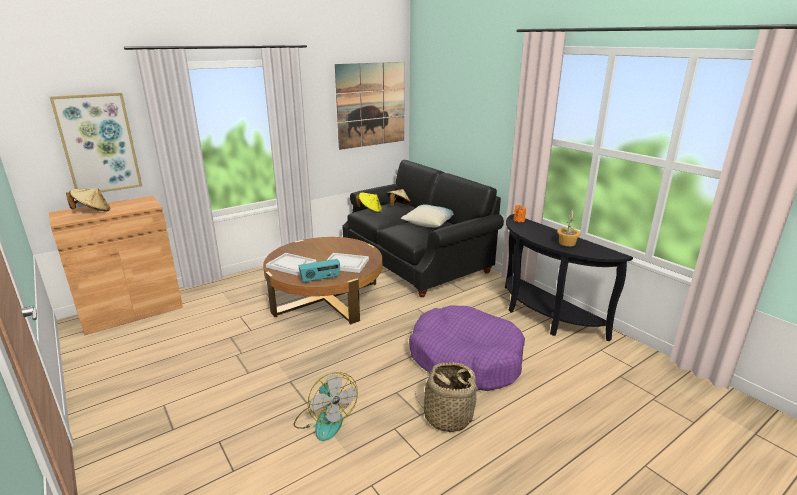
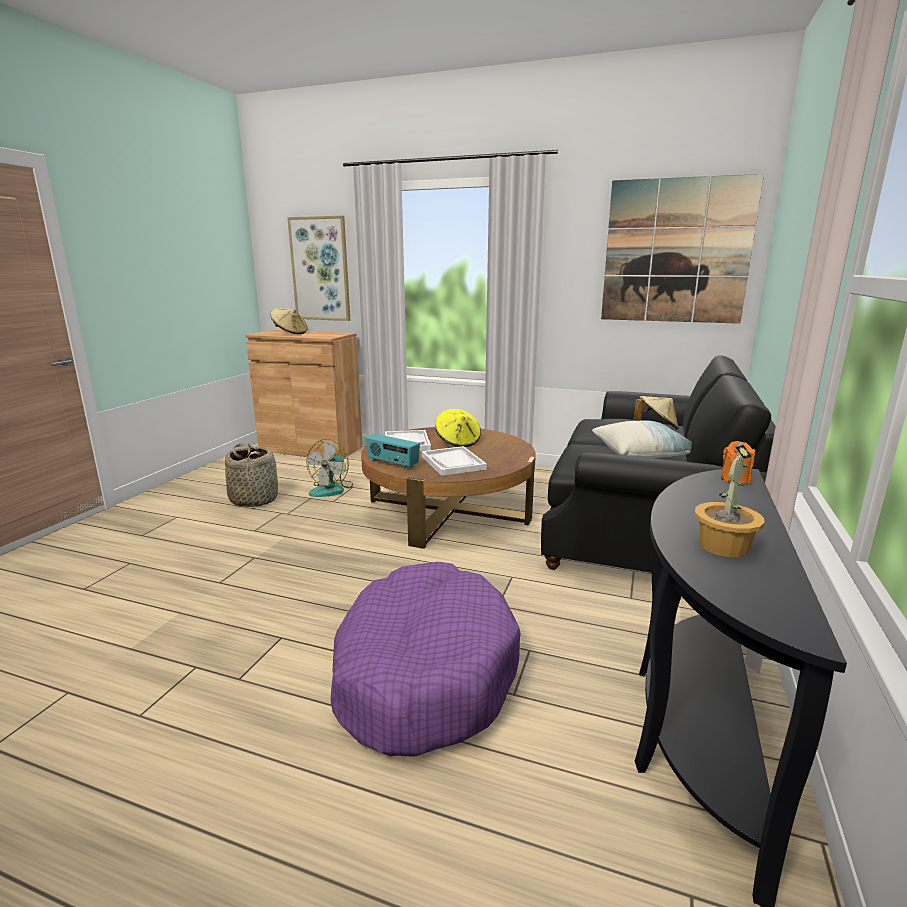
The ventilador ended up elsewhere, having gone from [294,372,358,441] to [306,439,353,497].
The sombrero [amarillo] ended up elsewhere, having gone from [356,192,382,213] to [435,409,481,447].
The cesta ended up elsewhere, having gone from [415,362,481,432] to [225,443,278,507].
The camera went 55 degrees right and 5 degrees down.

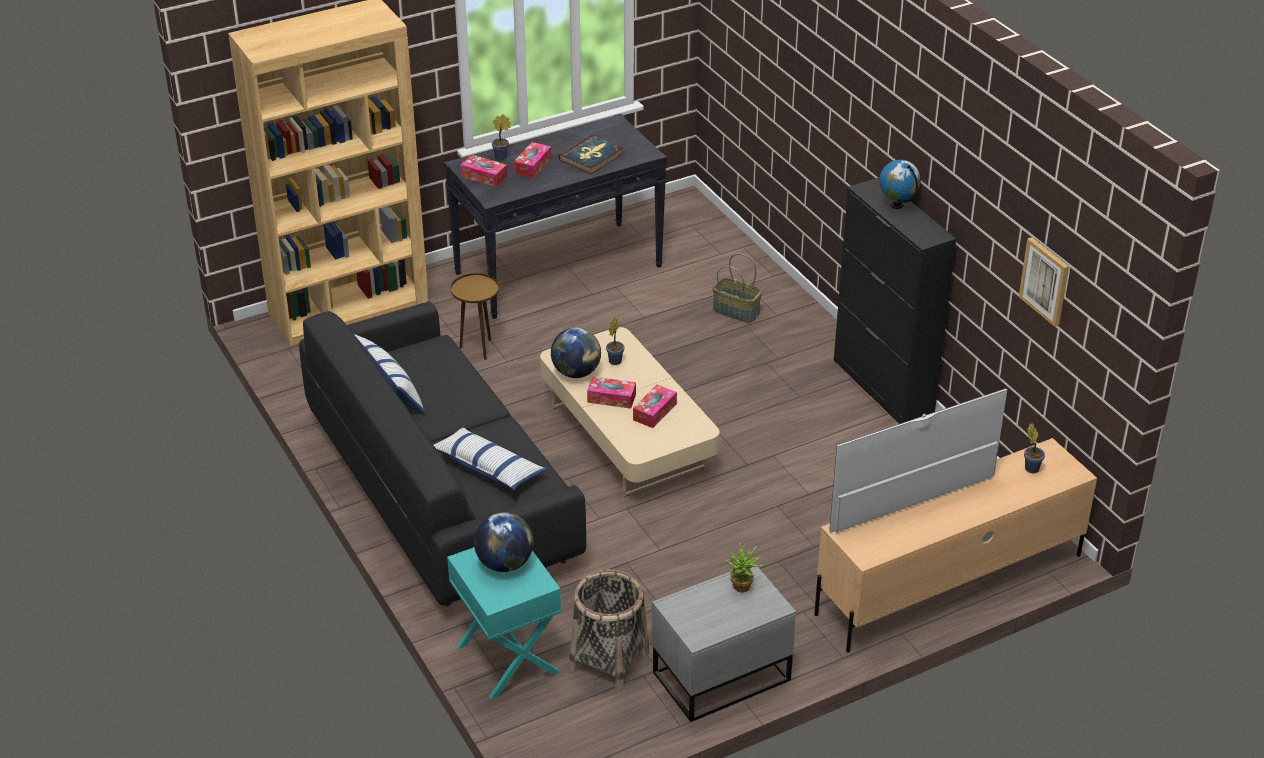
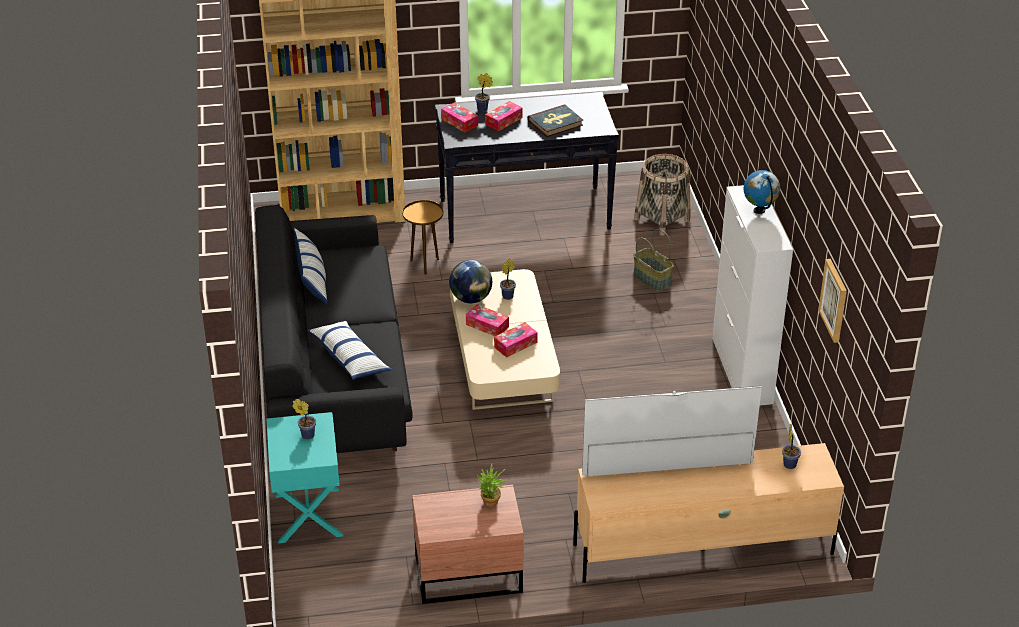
Where the globo terráqueo stood at [474,512,533,572], the planta en maceta came to stand at [292,399,316,440].
The cesta ended up elsewhere, having gone from [569,569,649,690] to [634,154,690,236].
What was the mesita de noche [gris] at [652,563,796,722] turned into the mesita de noche [marrón] at [412,485,524,604].
What was the armario [negro] at [834,177,956,424] turned into the armario [blanco] at [712,185,793,406].
The camera went 20 degrees right and 0 degrees up.

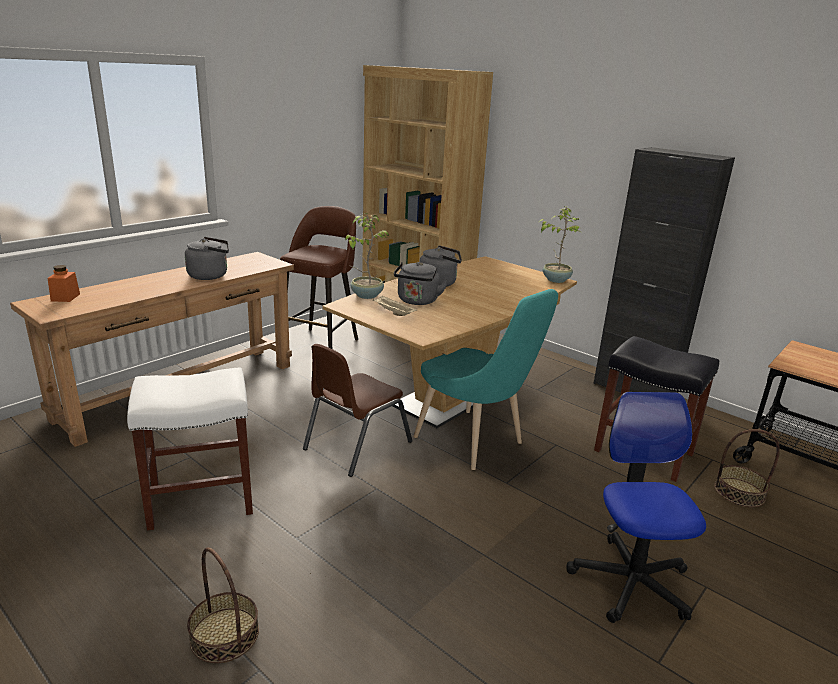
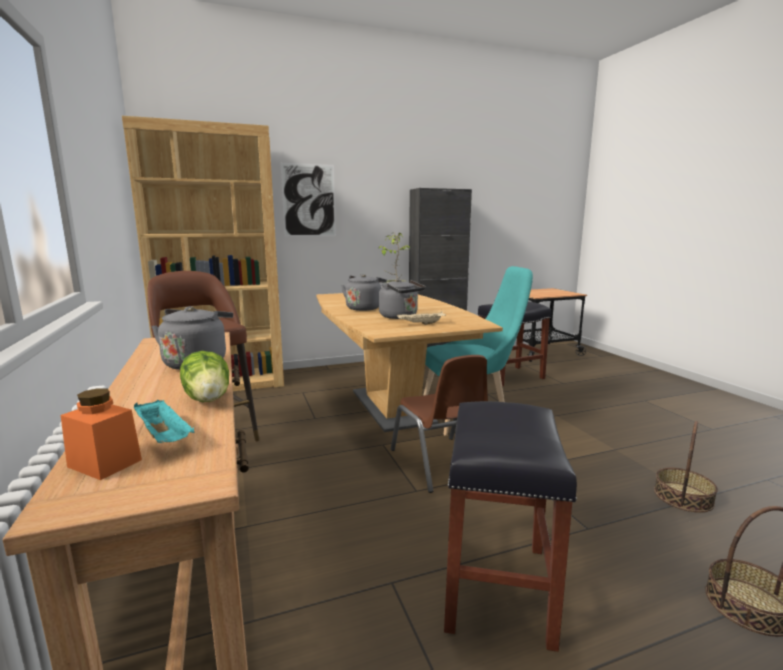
What was the taburete [blanco] at [127,367,253,531] turned into the taburete [negro] at [444,401,577,652].
The second view lost the planta en maceta at [345,213,390,299].
The second view lost the silla de oficina at [566,392,706,623].
The cesta ended up elsewhere, having gone from [714,429,780,507] to [654,421,718,513].
The second view gained the bandeja [turquesa] at [134,400,195,443].
The second view gained the lechuga at [180,351,229,402].
The second view gained the cuadro at [281,163,336,237].
The camera went 60 degrees left and 10 degrees down.

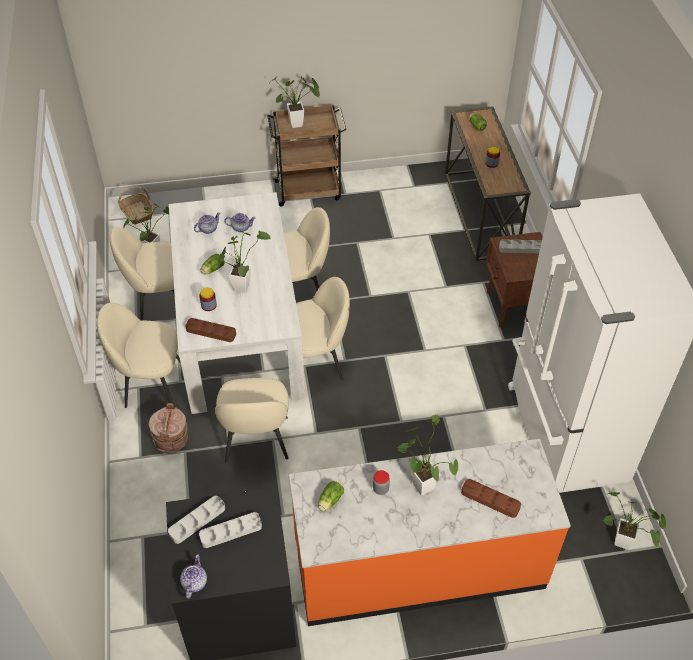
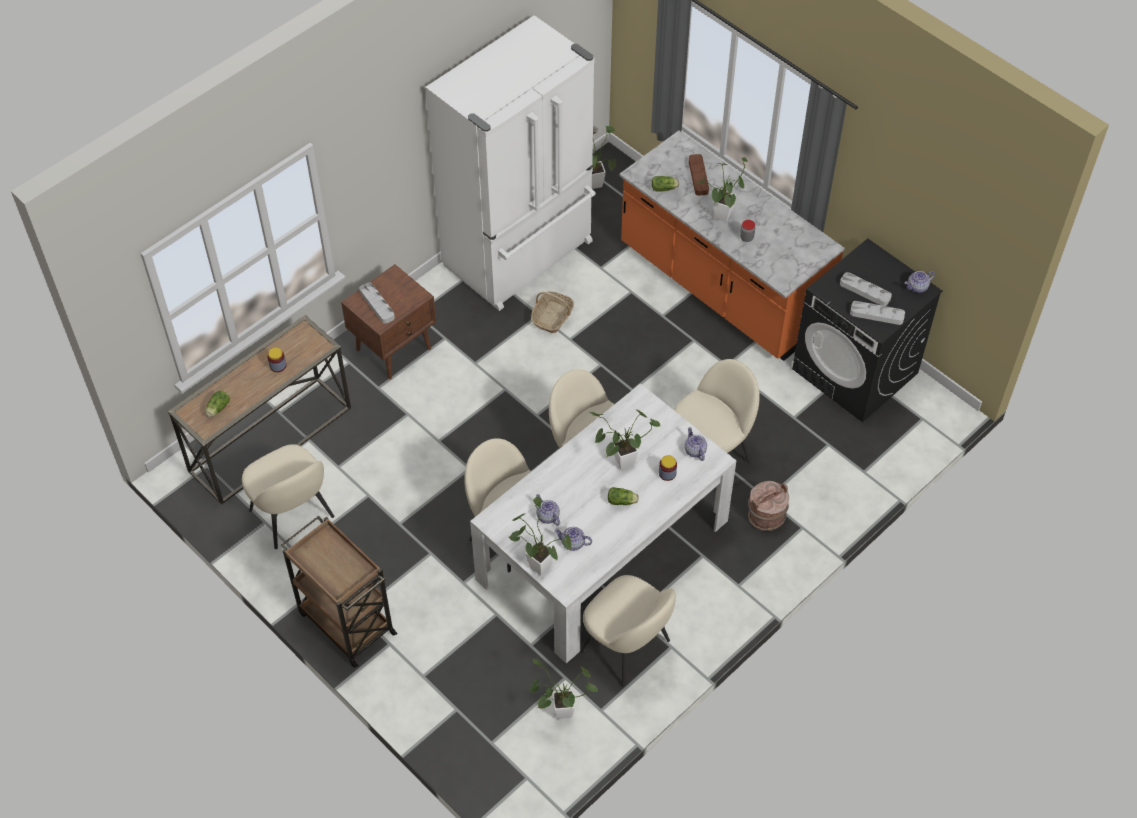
The silla [beis] ended up elsewhere, having gone from [96,303,181,408] to [242,444,334,549].
The cesta ended up elsewhere, having gone from [118,187,154,224] to [531,291,574,333].
Where the bandeja [marrón] stood at [185,318,236,342], the tetera came to stand at [684,427,707,461].
The planta en maceta ended up elsewhere, having gone from [269,77,320,128] to [509,496,571,575].
The lechuga ended up elsewhere, having gone from [318,481,344,511] to [652,176,679,192].
The camera went 125 degrees left and 5 degrees up.

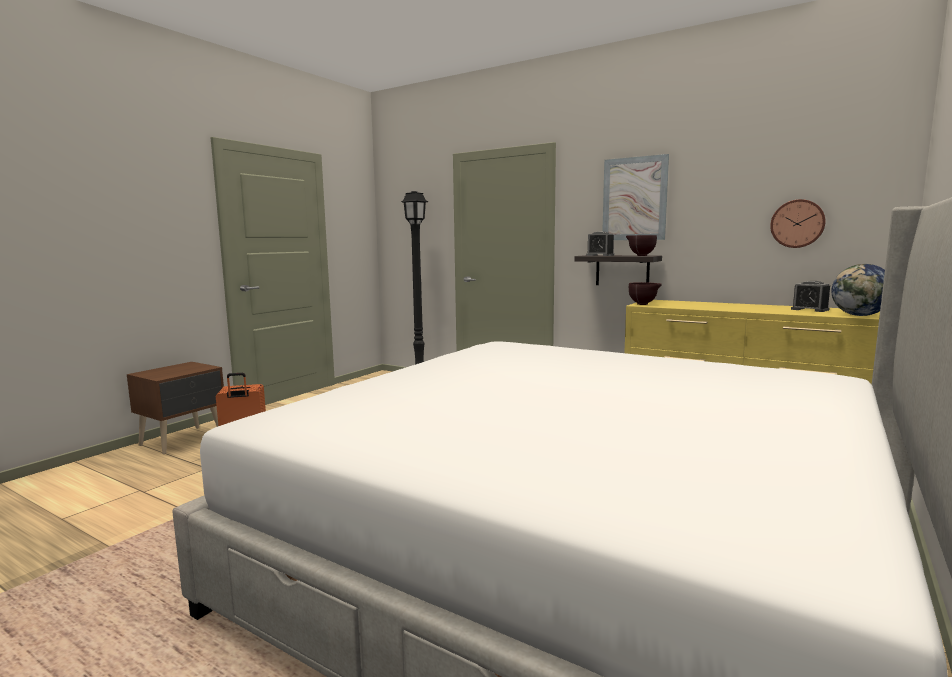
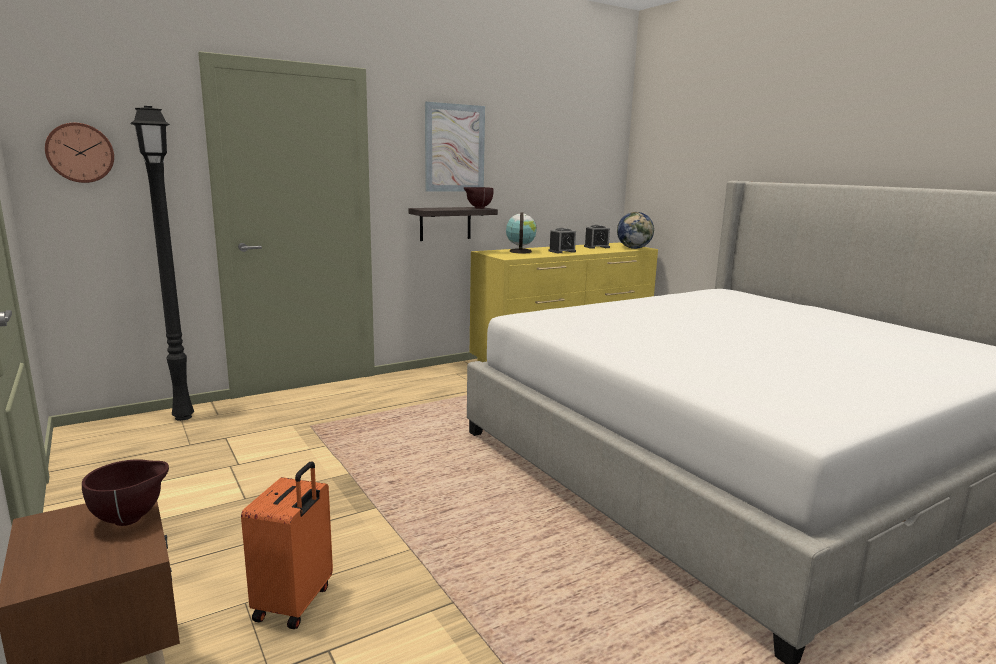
The despertador ended up elsewhere, having gone from [586,231,614,256] to [548,228,576,253].
The cuenco [marrón] ended up elsewhere, having gone from [629,282,662,305] to [82,459,169,526].
The reloj de pared ended up elsewhere, having gone from [770,199,825,248] to [45,123,114,183].
The second view gained the globo terráqueo at [506,212,537,254].
The camera went 65 degrees left and 5 degrees up.

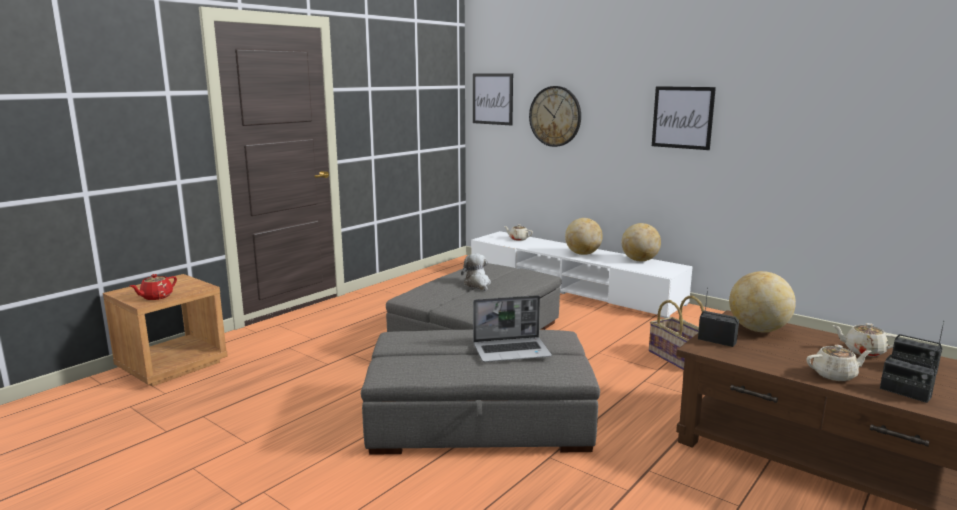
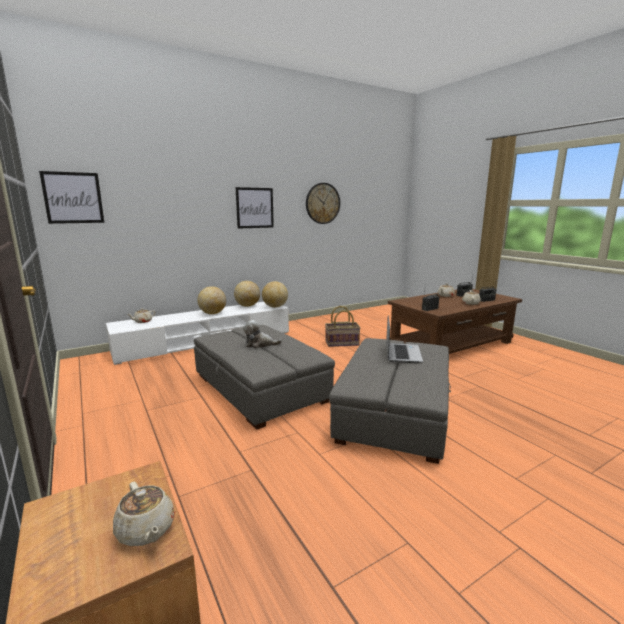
What was the tetera [rojo] at [130,274,177,300] turned into the tetera [beis] at [113,482,175,546].
The reloj de pared ended up elsewhere, having gone from [529,86,581,147] to [306,183,340,224].
The globo terráqueo ended up elsewhere, having gone from [729,271,796,333] to [262,281,288,308].
The camera went 70 degrees left and 0 degrees up.

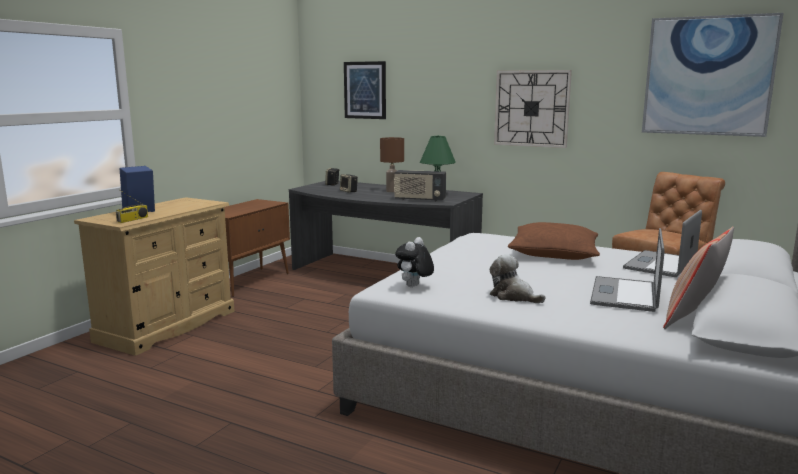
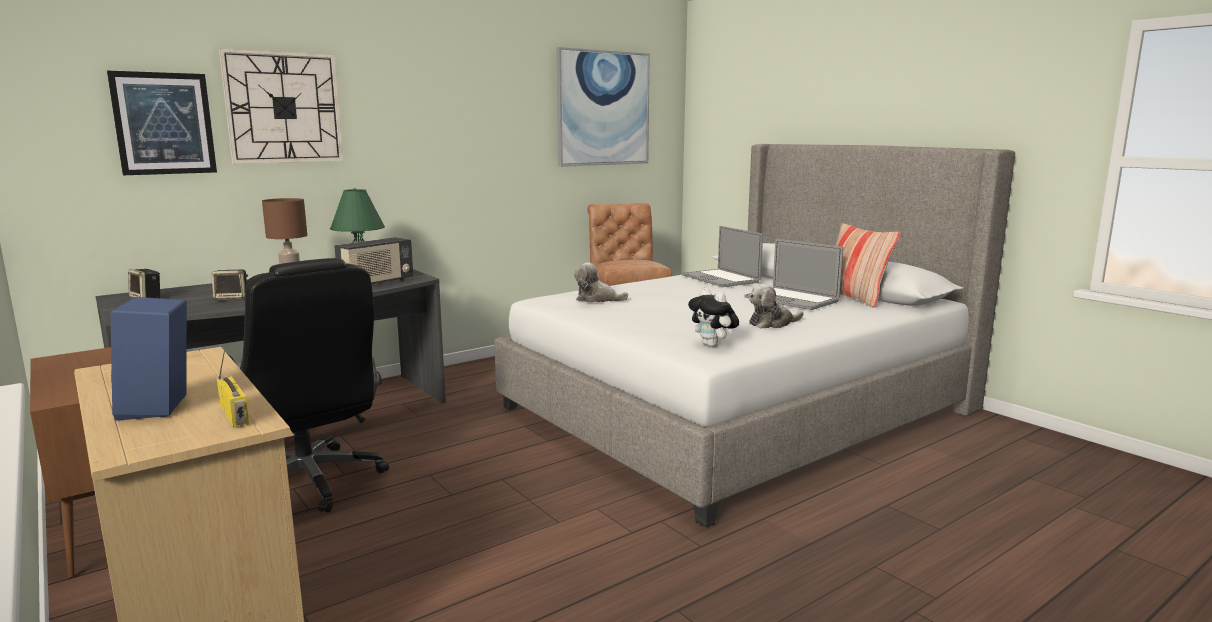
The reloj de pared ended up elsewhere, having gone from [494,70,572,148] to [219,48,344,164].
The second view lost the cojín [marrón] at [508,222,600,260].
The second view gained the silla de oficina [negro] at [228,258,389,513].
The second view gained the peluche at [574,262,628,302].
The camera went 65 degrees left and 0 degrees up.

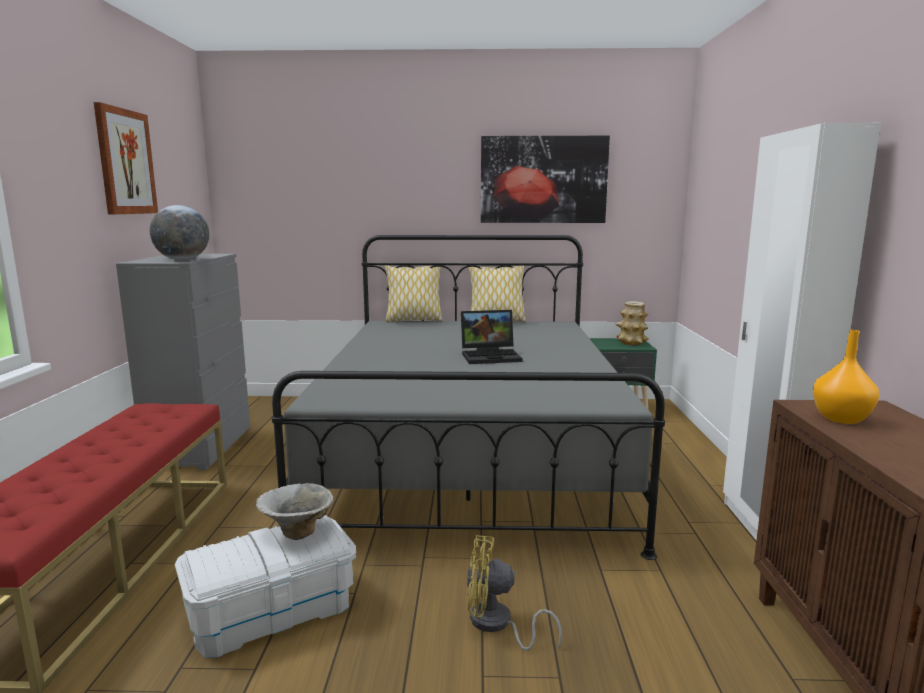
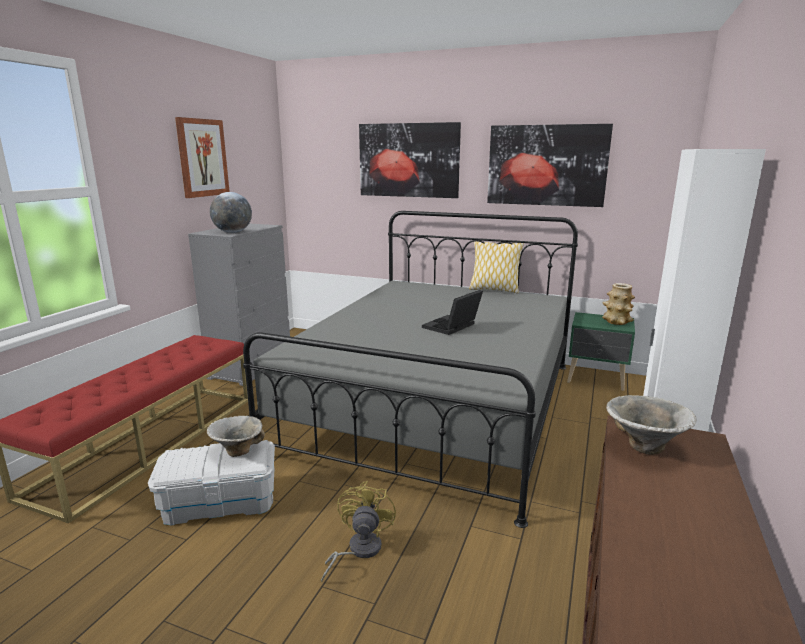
The second view lost the cojín at [384,265,443,323].
The portátil at [461,310,522,364] ended up facing another way, 120 degrees clockwise from before.
The ventilador [amarillo] at [467,535,562,651] ended up facing another way, 75 degrees clockwise from before.
Where the florero [naranja] stood at [813,330,879,424], the cuenco came to stand at [606,395,696,455].
The second view gained the cuadro at [359,122,461,198].
The camera went 20 degrees right and 5 degrees up.

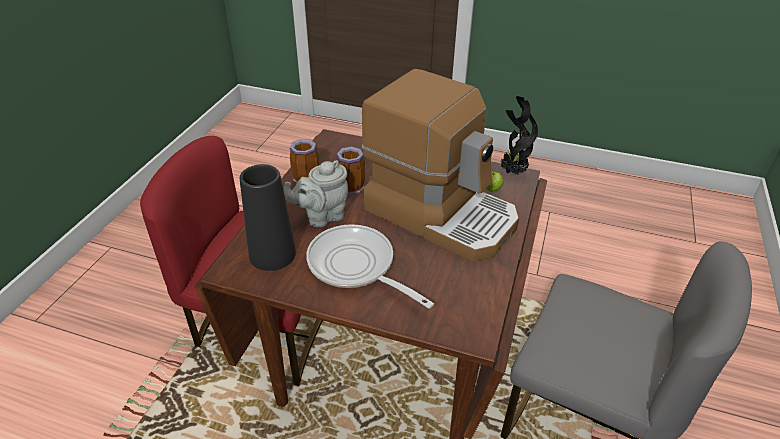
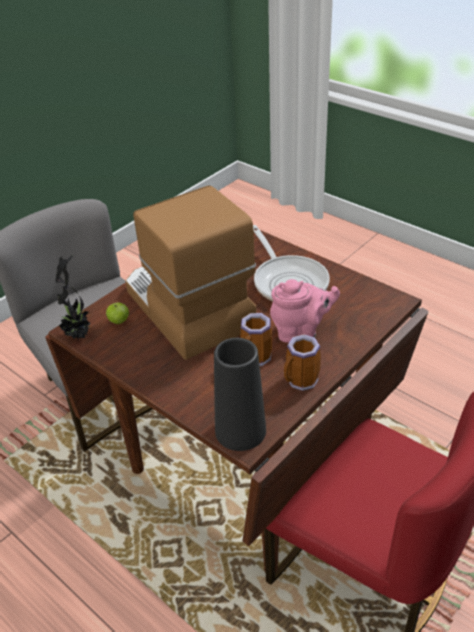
The florero [negro] ended up elsewhere, having gone from [240,164,296,271] to [214,338,266,451].
What was the tetera [gris] at [284,160,348,227] turned into the tetera [rosa] at [270,279,340,343].
The camera went 155 degrees left and 0 degrees up.

